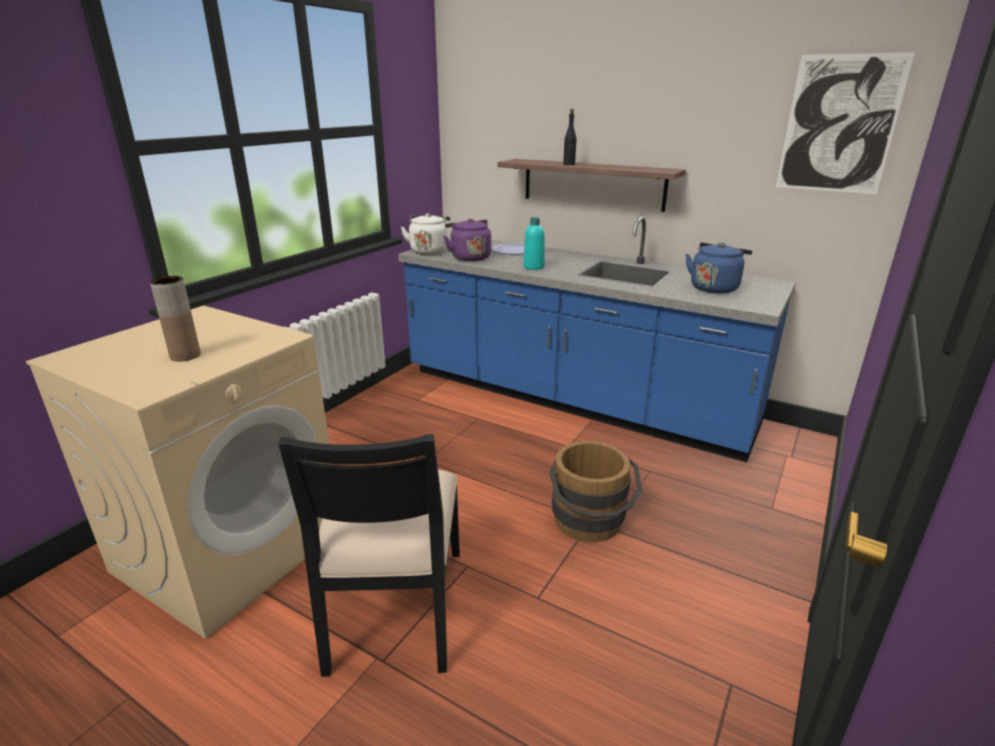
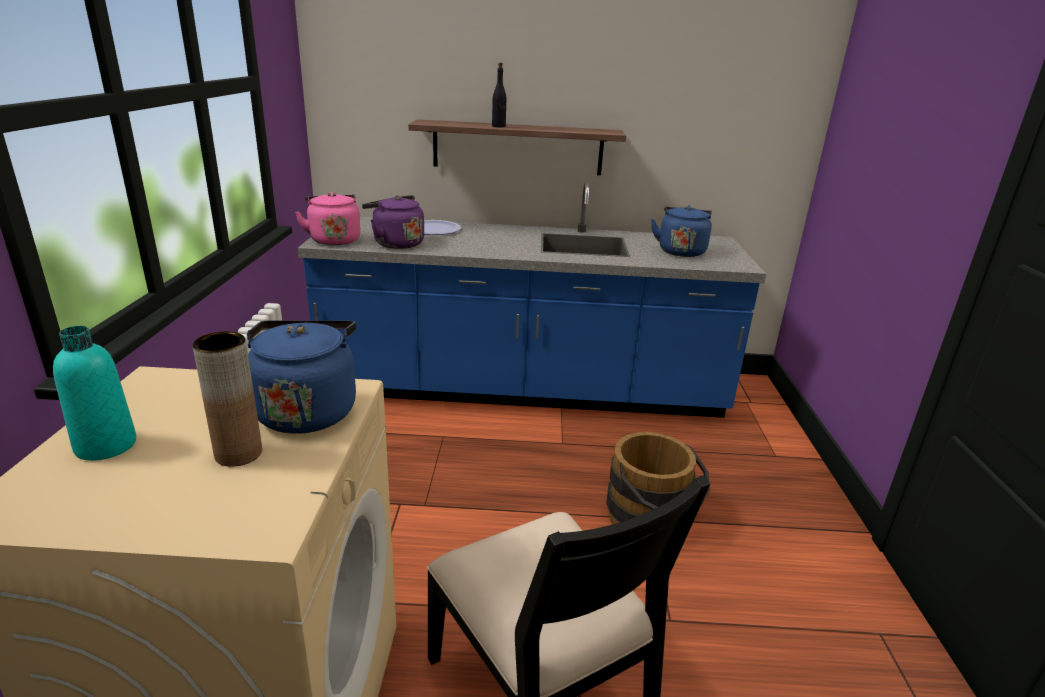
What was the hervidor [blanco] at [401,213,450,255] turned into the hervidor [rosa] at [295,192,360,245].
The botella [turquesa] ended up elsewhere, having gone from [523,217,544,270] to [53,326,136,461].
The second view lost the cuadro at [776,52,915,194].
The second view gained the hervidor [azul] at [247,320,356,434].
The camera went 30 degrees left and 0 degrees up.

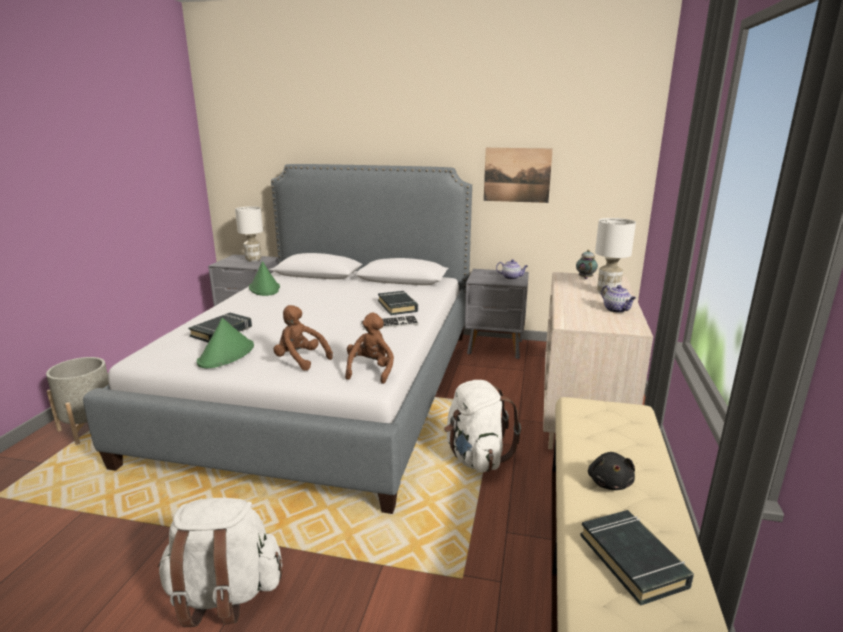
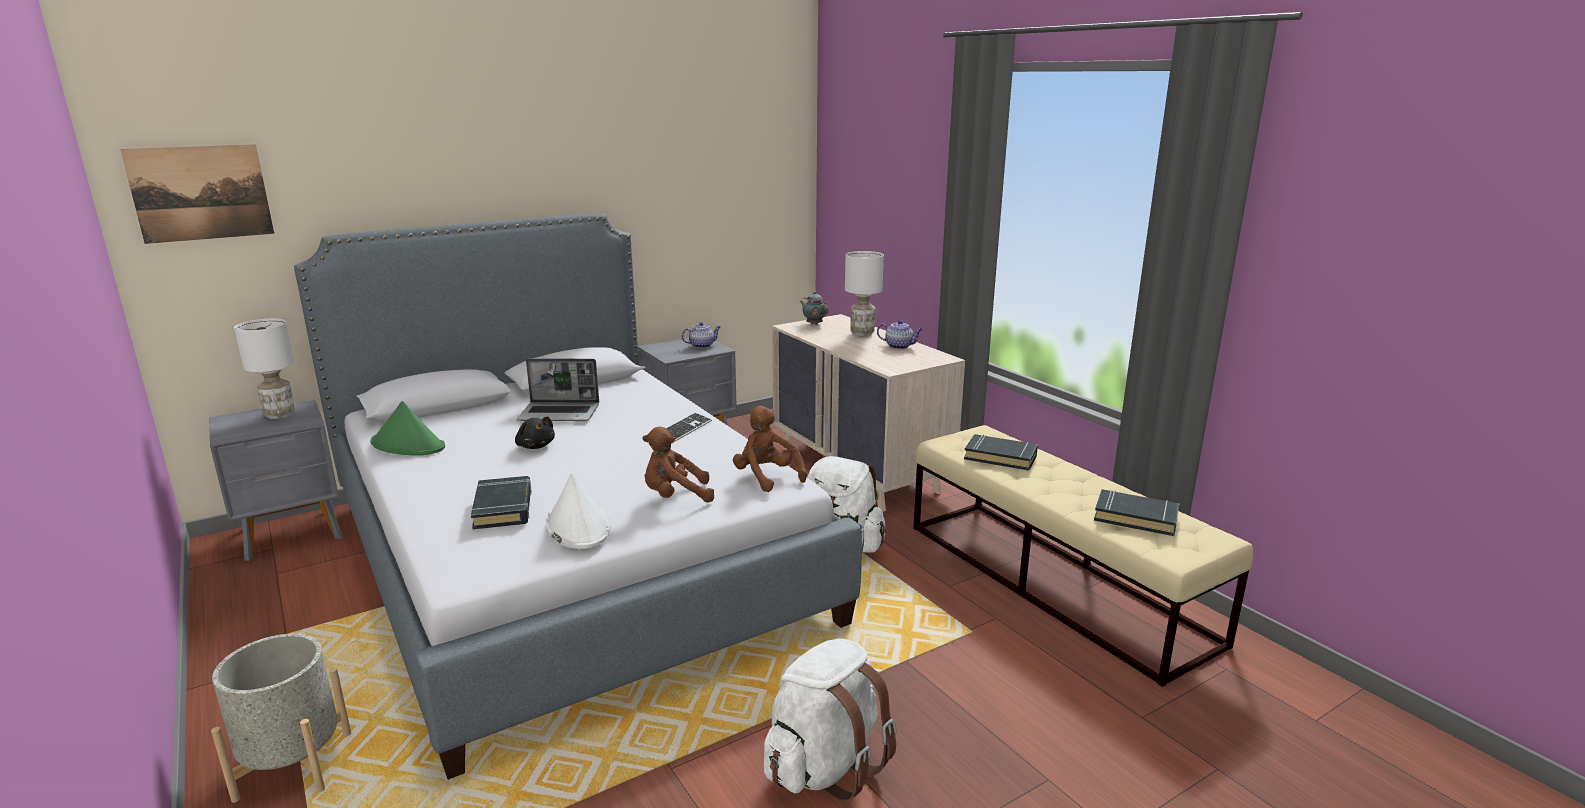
What was the sombrero [verde] at [197,318,254,368] turned into the sombrero [blanco] at [546,473,611,549].
The libro [negro] ended up elsewhere, having gone from [378,291,418,315] to [964,434,1038,471].
The cuadro ended up elsewhere, having gone from [484,148,553,203] to [120,144,274,244].
The peluche [negro] ended up elsewhere, having gone from [588,452,635,490] to [515,417,555,449].
The second view gained the portátil at [517,358,599,421].
The camera went 45 degrees left and 0 degrees up.

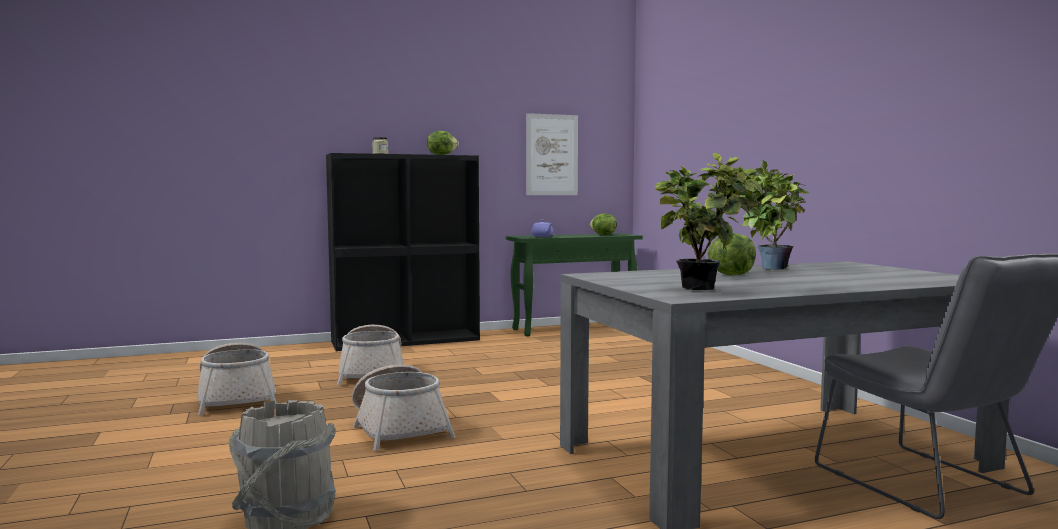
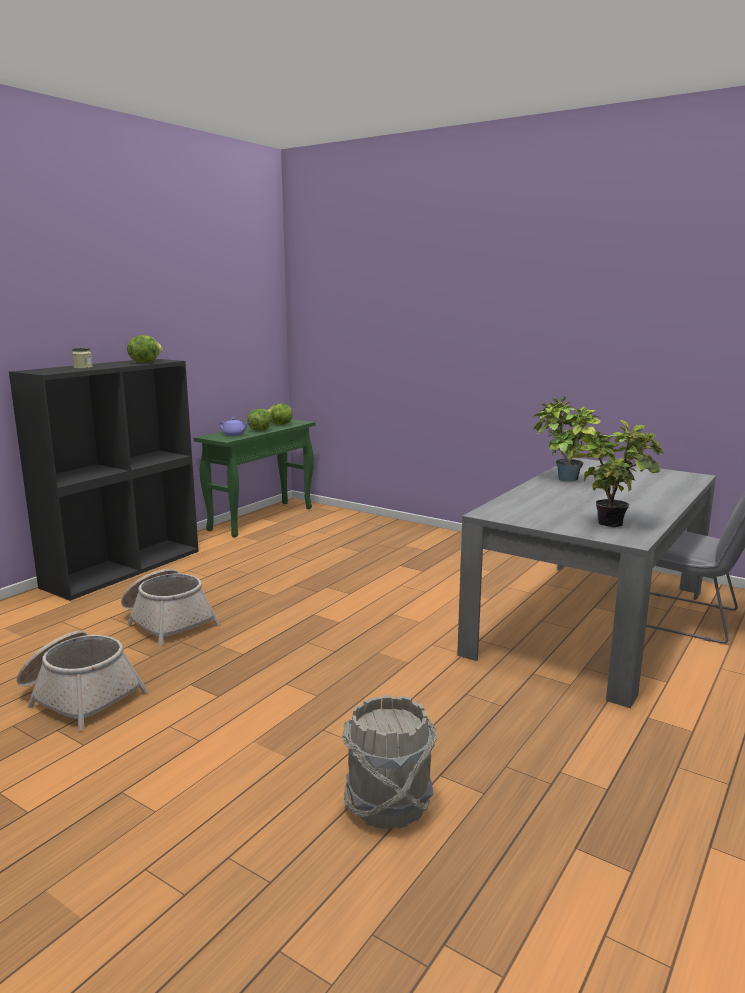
The second view lost the cesta at [352,364,456,451].
The second view lost the cuadro at [526,113,578,195].
The lechuga ended up elsewhere, having gone from [708,233,756,275] to [247,409,271,431].
The camera went 35 degrees left and 10 degrees up.

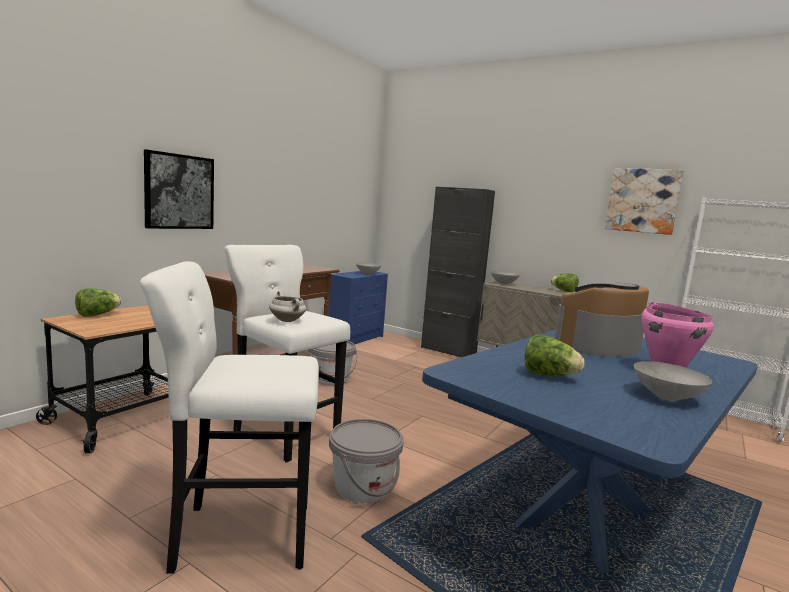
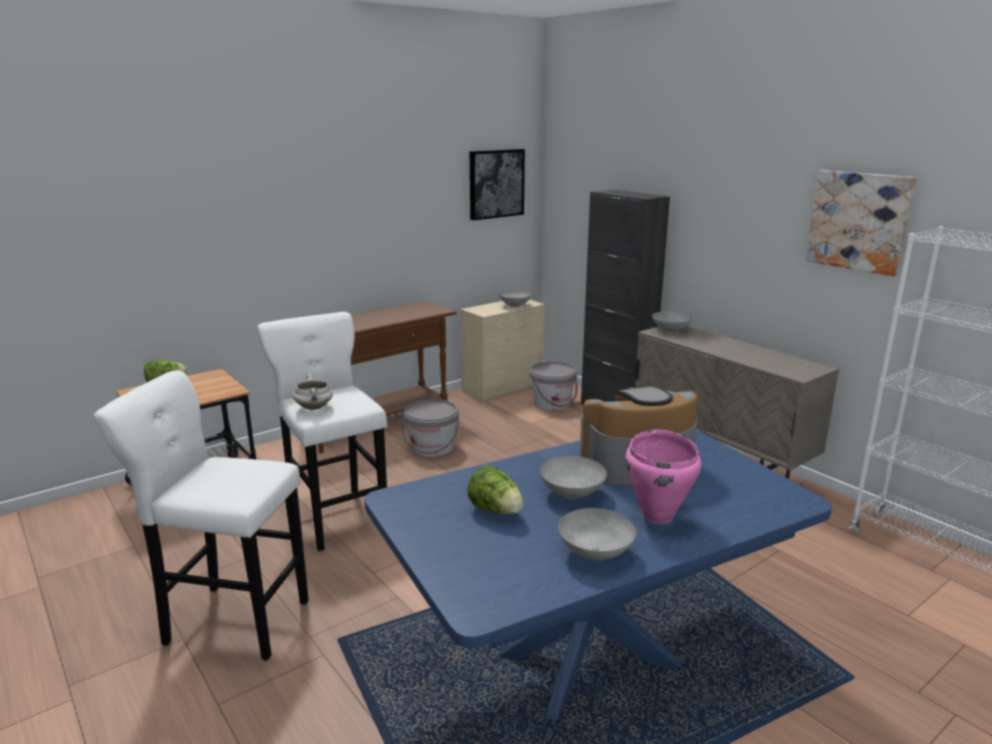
The cuadro ended up elsewhere, having gone from [144,150,214,229] to [470,149,525,220].
What was the cómoda [azul] at [328,271,388,345] turned into the cómoda [beis] at [460,299,544,402].
The cubo [gris] ended up elsewhere, having gone from [329,419,404,503] to [529,362,578,411].
The second view lost the lechuga at [551,273,579,292].
The second view gained the cuenco [gris] at [539,456,607,499].
The camera went 20 degrees right and 10 degrees up.

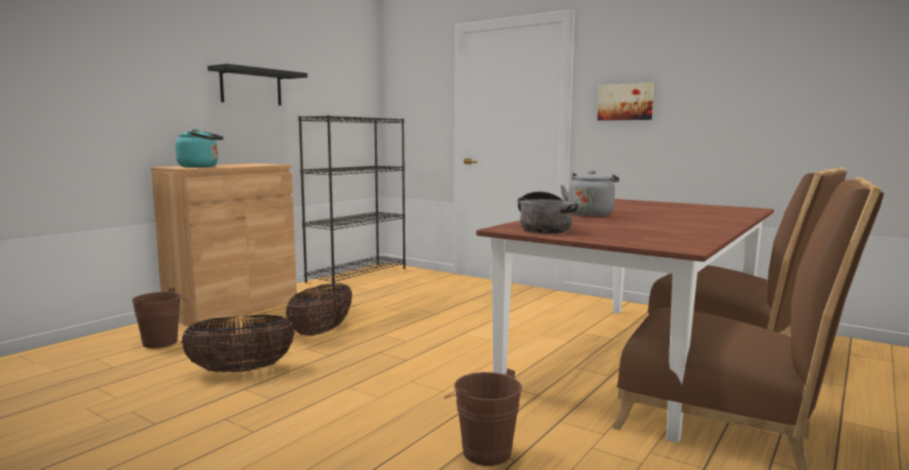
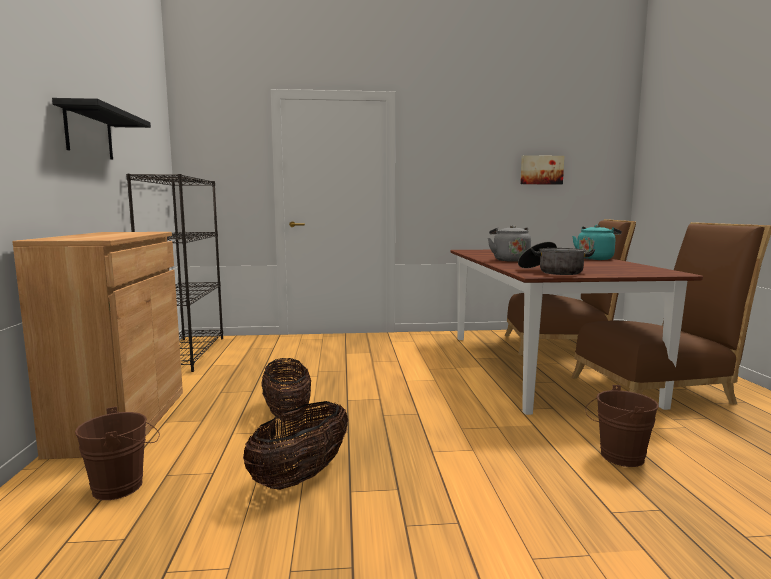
The hervidor [turquesa] ended up elsewhere, having gone from [175,129,224,168] to [572,225,622,260].
The cuadro ended up elsewhere, having gone from [598,82,654,121] to [520,155,564,184].
The camera went 40 degrees left and 0 degrees up.

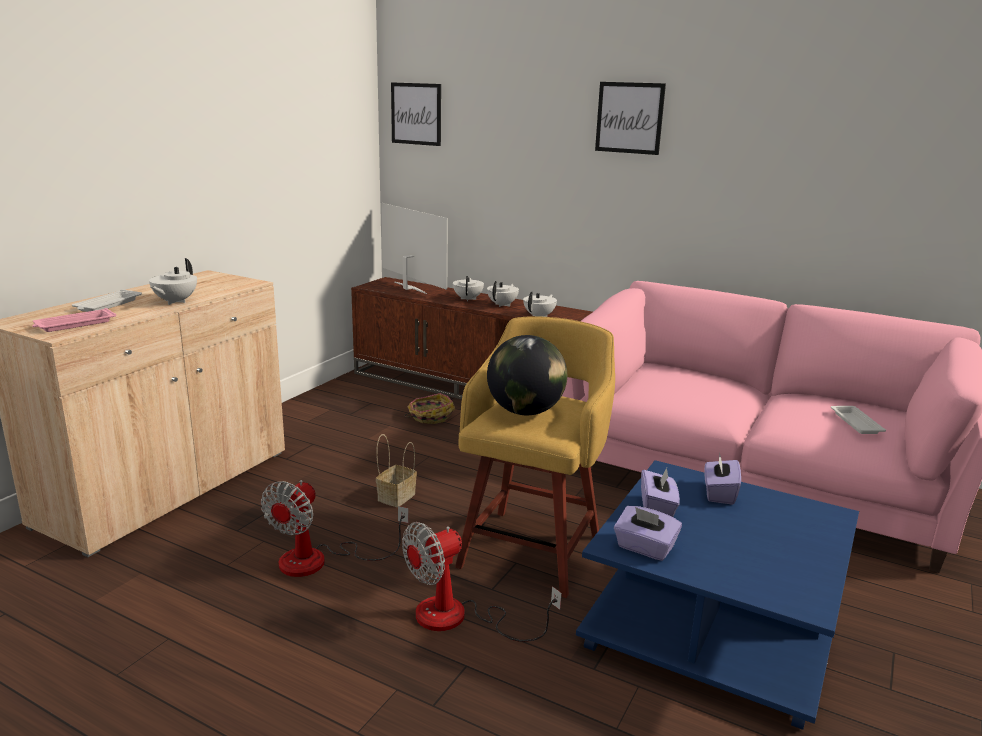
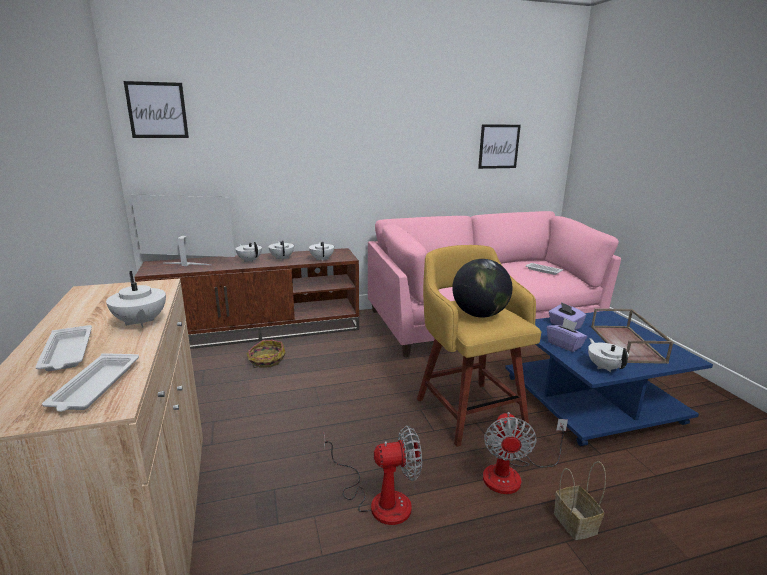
What was the bandeja [rosa] at [32,308,116,332] turned into the bandeja [blanco] at [42,353,139,412].
The ventilador at [261,480,409,577] ended up facing another way, 75 degrees counterclockwise from before.
The cesta ended up elsewhere, having gone from [376,434,417,507] to [554,461,606,540].
The cuadro ended up elsewhere, having gone from [595,82,666,155] to [478,124,521,169].
Where the caja de pañuelos [morado] stood at [614,506,682,561], the tetera [blanco] came to stand at [588,338,629,372].
The second view gained the bandeja [marrón] at [591,308,674,364].
The camera went 45 degrees left and 0 degrees up.

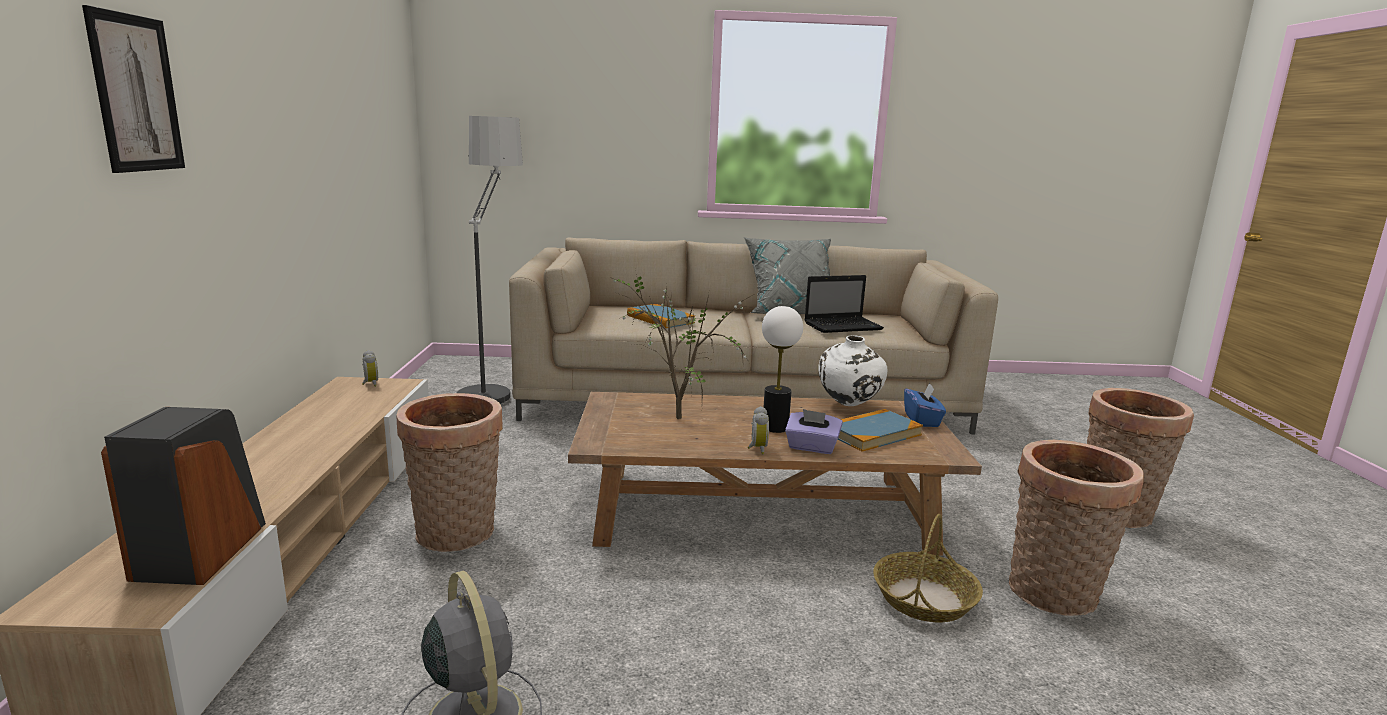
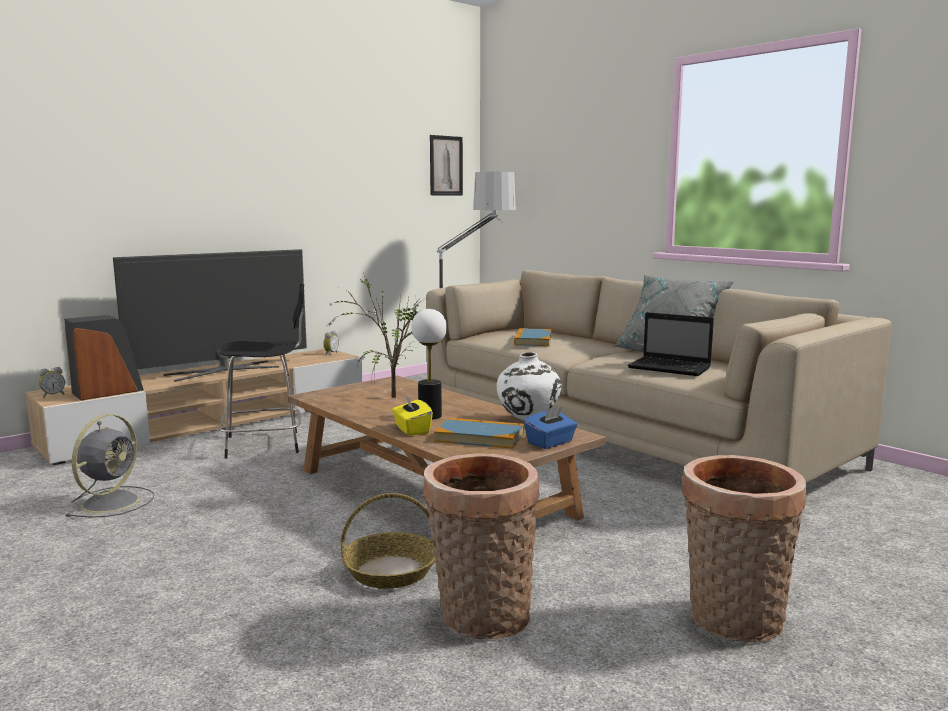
The cuadro ended up elsewhere, having gone from [82,5,185,173] to [430,135,463,195].
Where the cesta stood at [396,393,503,552], the taburete [negro] came to stand at [219,283,304,458].
The despertador ended up elsewhere, having gone from [748,406,769,454] to [39,367,65,397].
What was the caja de pañuelos [morado] at [785,409,843,454] turned into the caja de pañuelos [amarillo] at [392,395,433,436].
The second view gained the televisor at [113,249,307,382].
The camera went 50 degrees right and 5 degrees down.

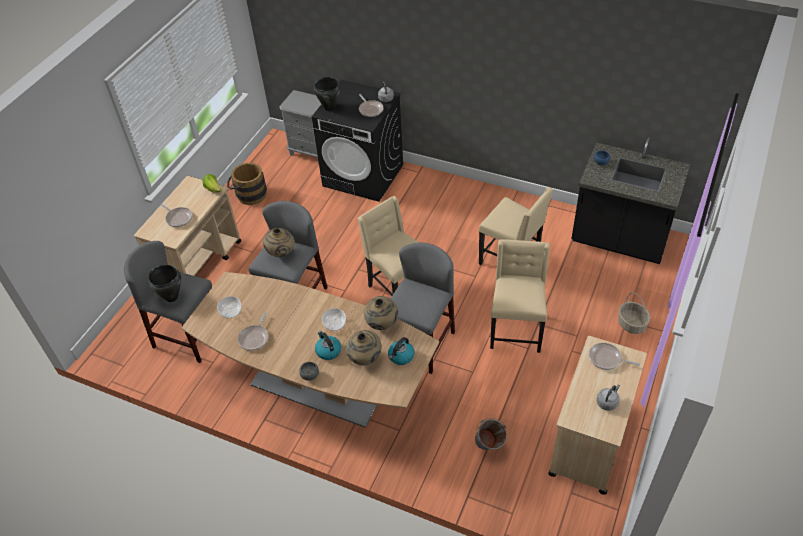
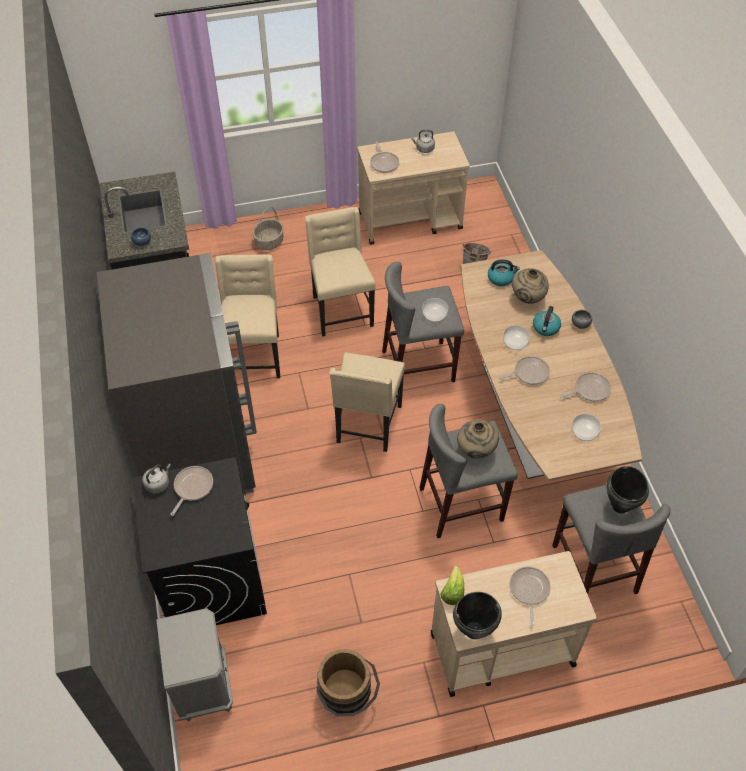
The olla [negro] ended up elsewhere, having gone from [314,77,341,111] to [453,592,502,639].
The second view lost the florero [beis] at [364,296,398,330].
The silla [beis] at [490,239,550,353] ended up facing another way, 105 degrees clockwise from before.
The second view gained the nevera [gris] at [97,253,257,496].
The second view gained the cuenco at [422,298,448,322].
The second view gained the sartén at [498,356,550,385].
The camera went 130 degrees left and 5 degrees up.

